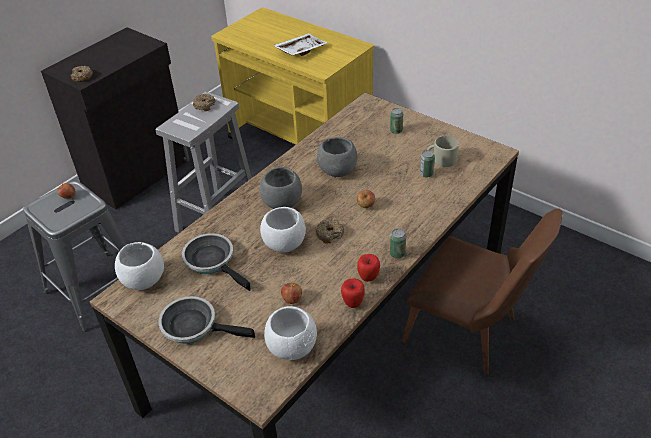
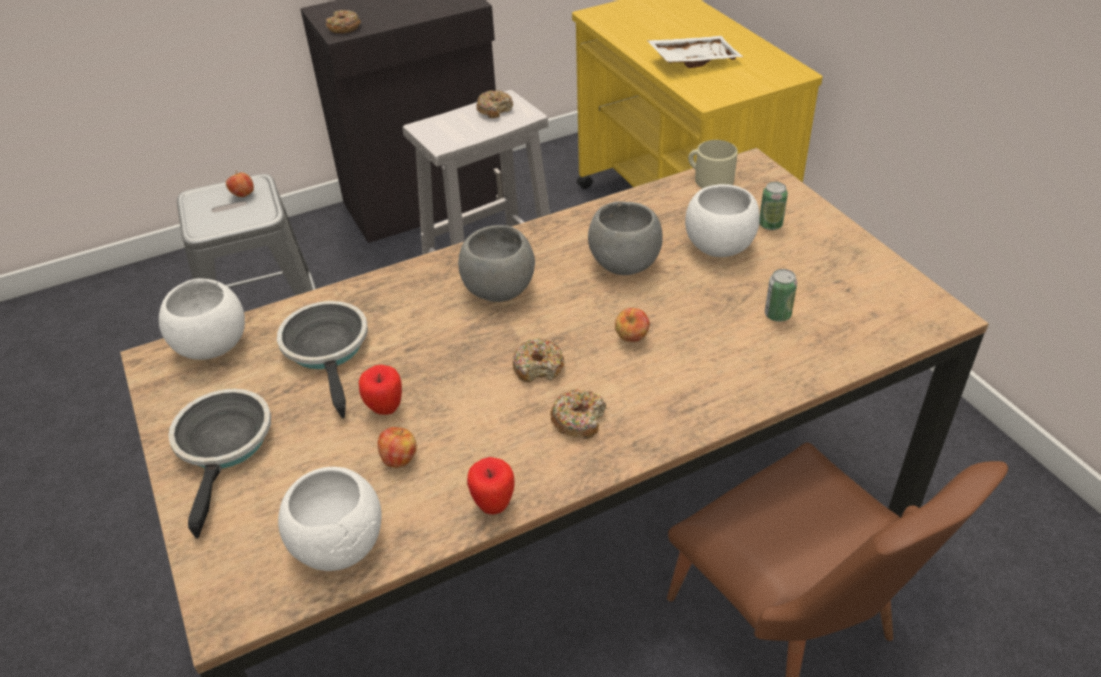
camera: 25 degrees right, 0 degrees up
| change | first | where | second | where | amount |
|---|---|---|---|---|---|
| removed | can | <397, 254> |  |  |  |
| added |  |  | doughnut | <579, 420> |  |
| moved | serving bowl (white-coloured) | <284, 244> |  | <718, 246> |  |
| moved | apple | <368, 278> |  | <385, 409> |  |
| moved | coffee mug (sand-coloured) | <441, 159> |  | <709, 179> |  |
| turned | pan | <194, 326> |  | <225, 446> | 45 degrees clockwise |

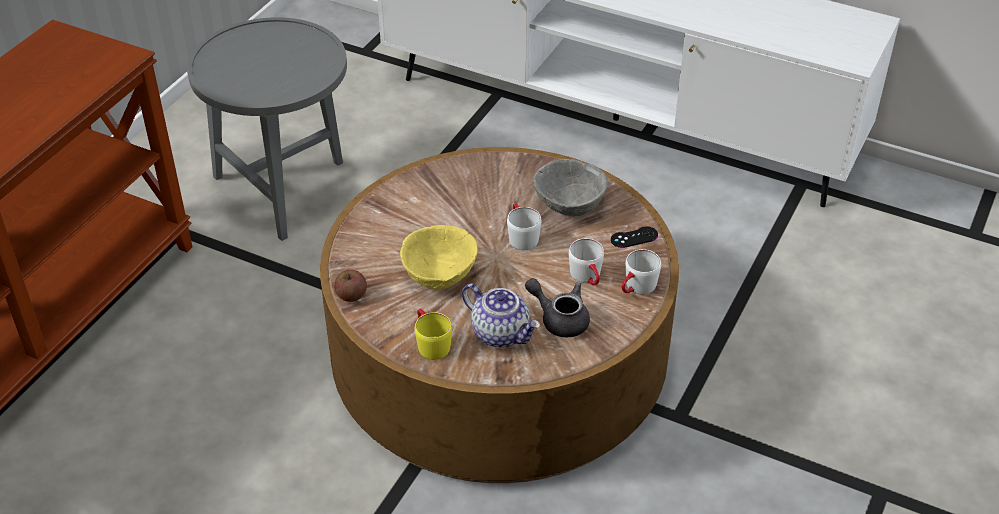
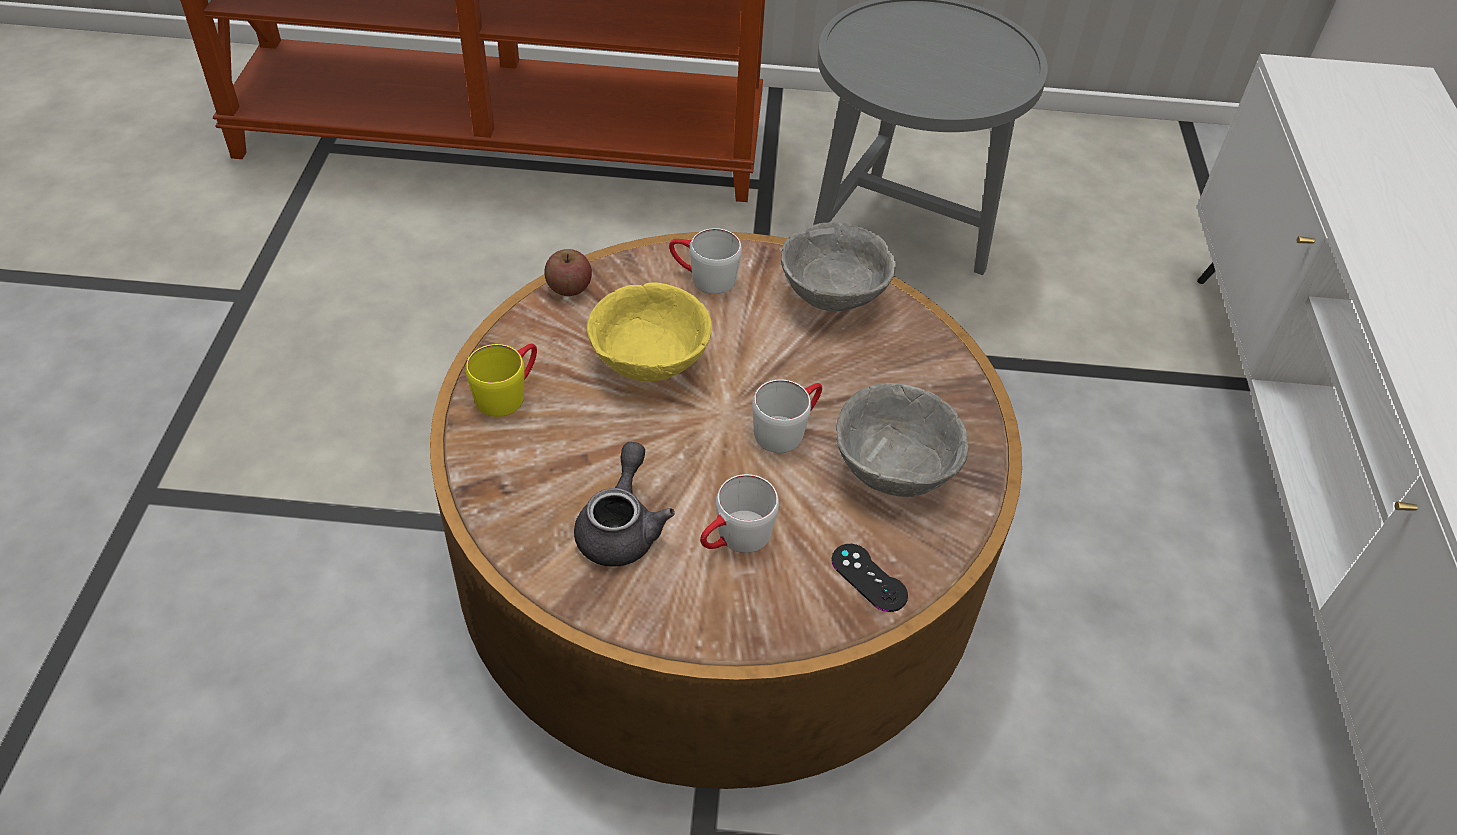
camera: 65 degrees right, 5 degrees up
| change | first | where | second | where | amount |
|---|---|---|---|---|---|
| removed | tea pot | <501, 333> |  |  |  |
| added |  |  | serving bowl (gray) | <831, 297> |  |
| moved | coffee mug (white-coloured) | <636, 288> |  | <703, 277> |  |

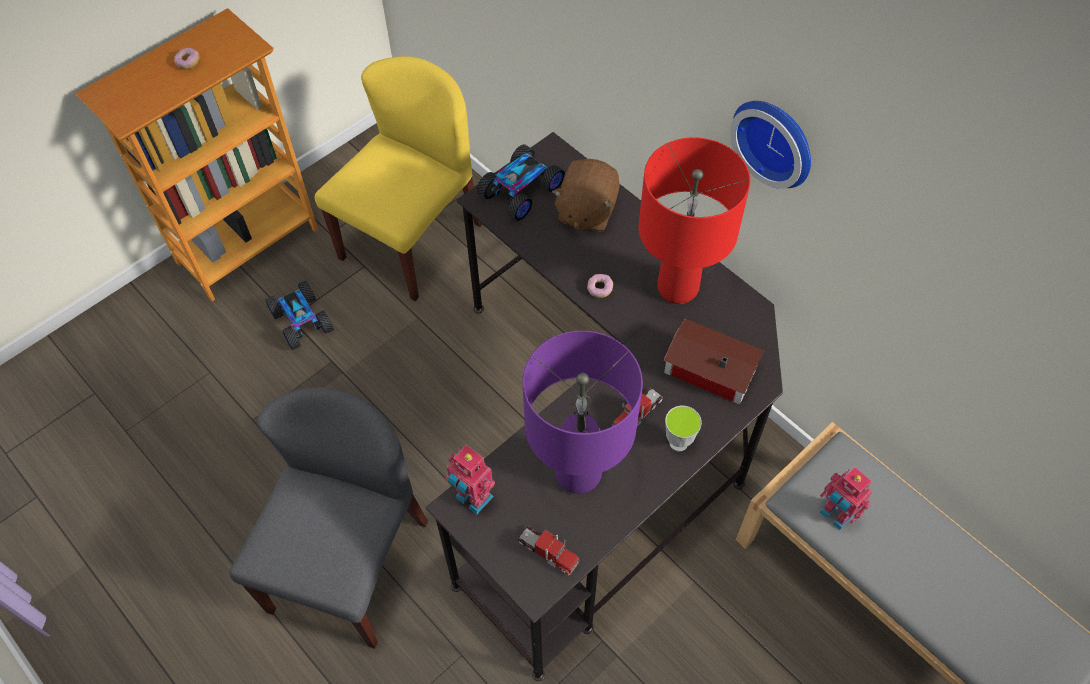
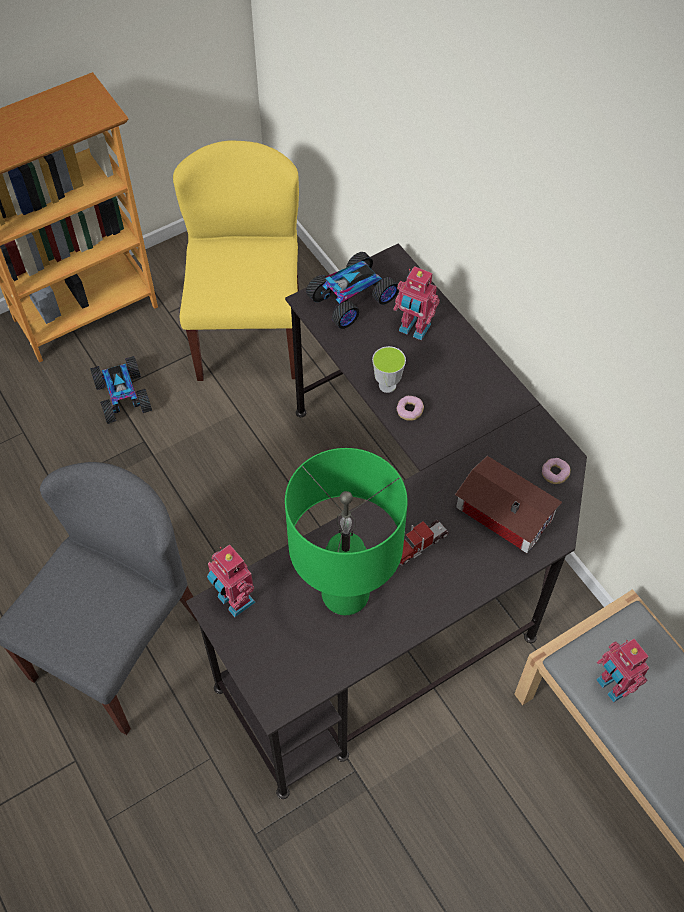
camera: 10 degrees right, 0 degrees up
| change | first | where | second | where | amount |
|---|---|---|---|---|---|
| removed | toy lorry | <548, 552> |  |  |  |
| removed | lamp for a table (red) | <678, 289> |  |  |  |
| removed | clock on the wall | <776, 140> |  |  |  |
| moved | doughnut | <188, 63> |  | <554, 474> |  |
| moved | cup | <678, 443> |  | <387, 385> |  |
| replaced | plush toy (brown) | <586, 211> | robot figure | <413, 329> |  |
| recoloured | lamp for a table (purple) | <577, 474> | lamp for a table (green-coloured) | <344, 595> |  |
| turned | upright chair (yellowish) | <411, 240> |  | <248, 332> | 45 degrees counterclockwise |

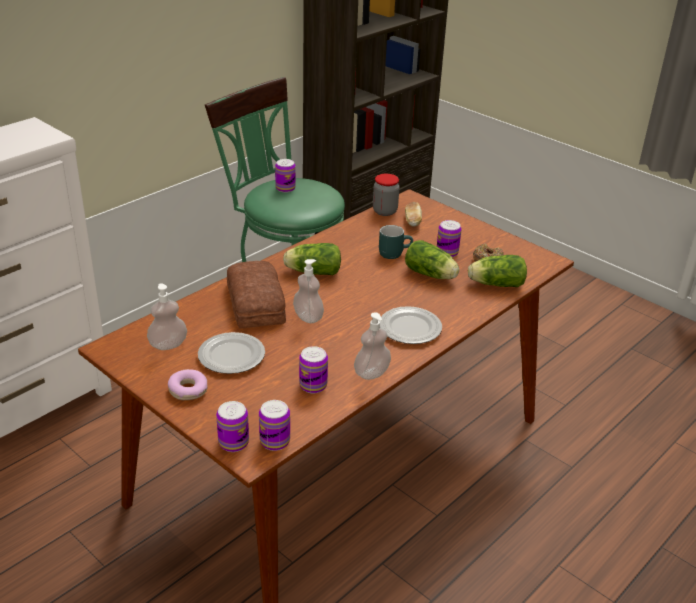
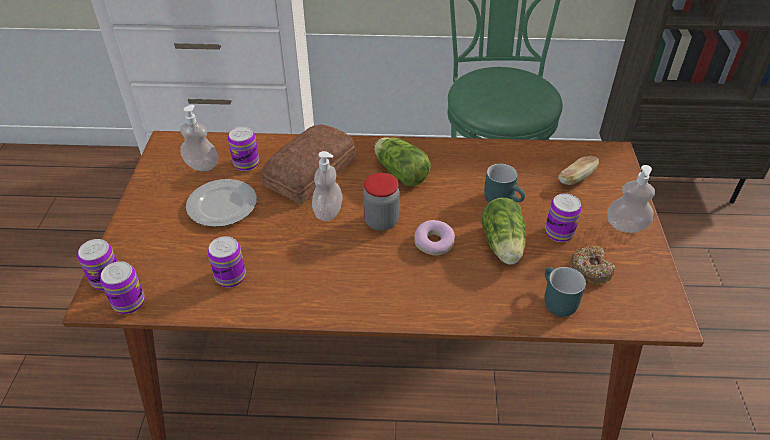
camera: 50 degrees right, 10 degrees up
| change | first | where | second | where | amount |
|---|---|---|---|---|---|
| removed | plate | <409, 329> |  |  |  |
| moved | doughnut | <188, 390> |  | <433, 243> |  |
| moved | can | <285, 188> |  | <246, 163> |  |
| moved | liquid soap bottle | <371, 373> |  | <625, 226> |  |
| moved | preserve jar | <385, 211> |  | <381, 221> |  |
| replaced | lettuce | <494, 284> | coffee mug (turquoise) | <554, 301> |  |

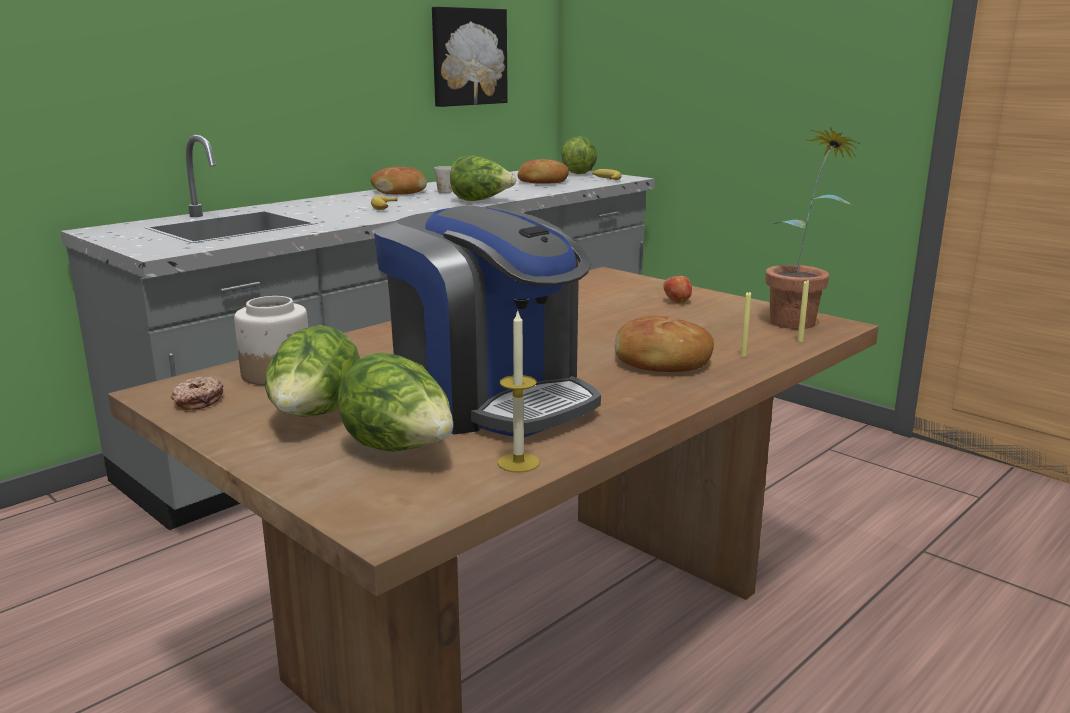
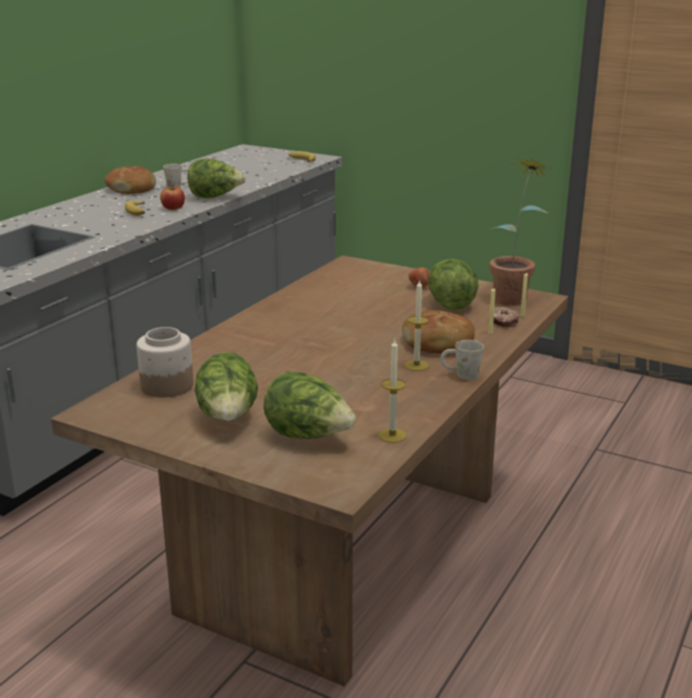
camera: 15 degrees left, 5 degrees up
| change | first | where | second | where | amount |
|---|---|---|---|---|---|
| removed | coffee brewer | <489, 398> |  |  |  |
| removed | picture | <468, 57> |  |  |  |
| removed | bread | <542, 181> |  |  |  |
| added |  |  | apple | <173, 208> |  |
| added |  |  | candle | <416, 365> |  |
| added |  |  | coffee mug (white-coloured) | <460, 375> |  |
| moved | doughnut | <197, 401> |  | <503, 322> |  |
| moved | lettuce | <578, 173> |  | <450, 304> |  |

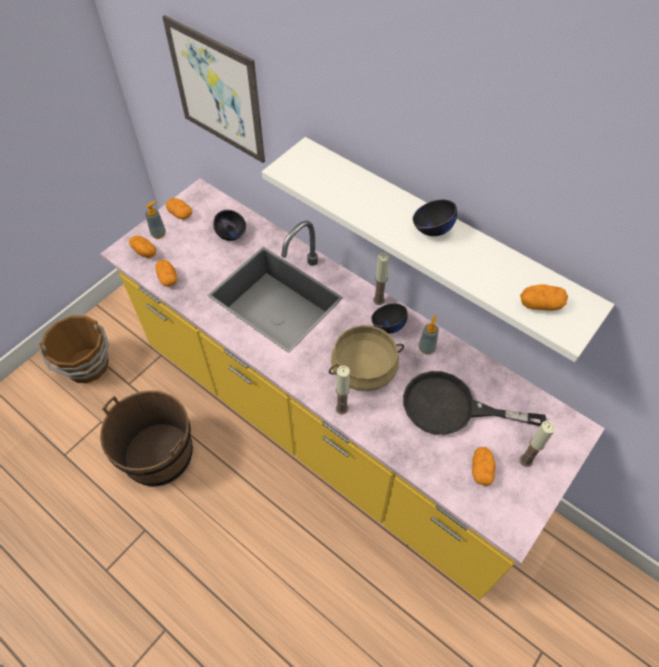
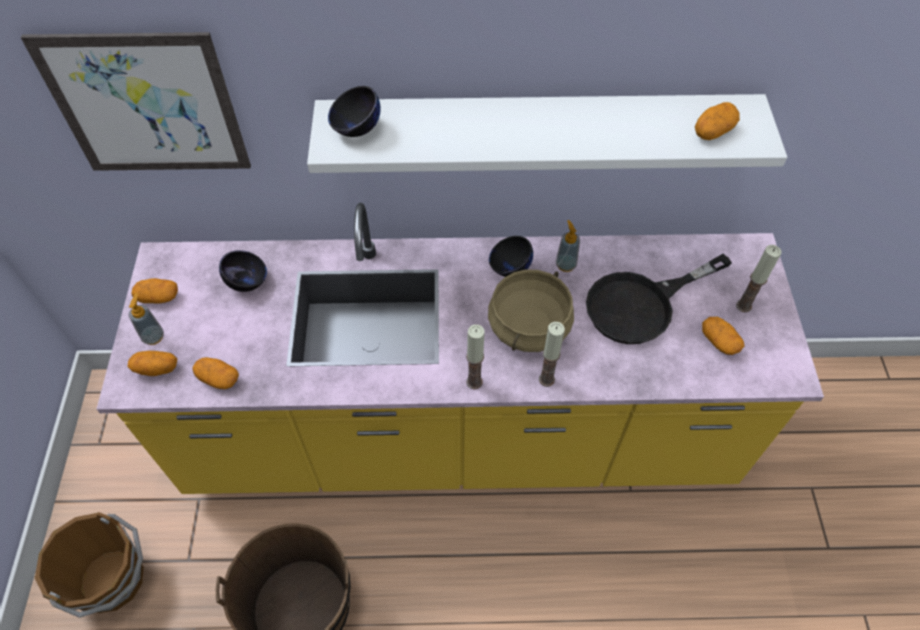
camera: 40 degrees left, 0 degrees up
| change | first | where | second | where | amount |
|---|---|---|---|---|---|
| moved | candle | <378, 300> |  | <474, 382> |  |
| moved | serving bowl (blackish) | <432, 229> |  | <356, 129> |  |

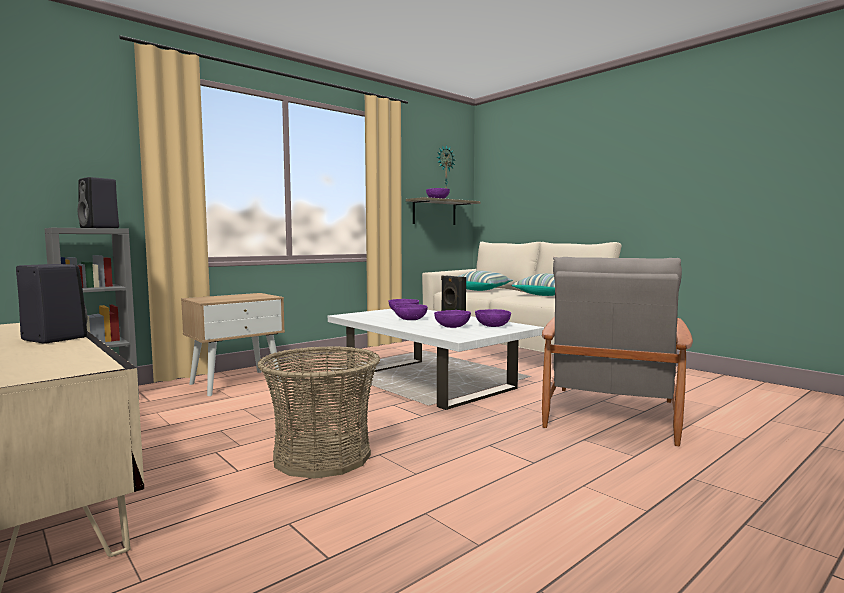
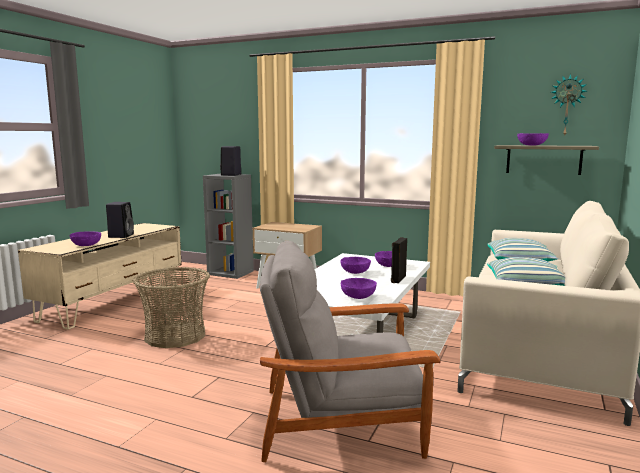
camera: 65 degrees right, 5 degrees up
| change | first | where | second | where | amount |
|---|---|---|---|---|---|
| moved | serving bowl (purple) | <452, 326> |  | <86, 245> |  |

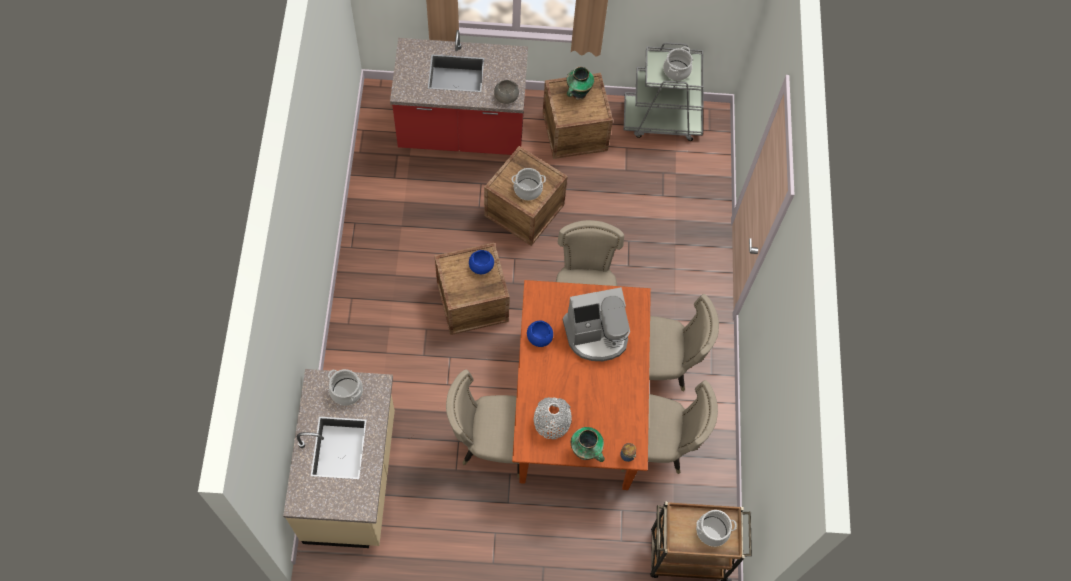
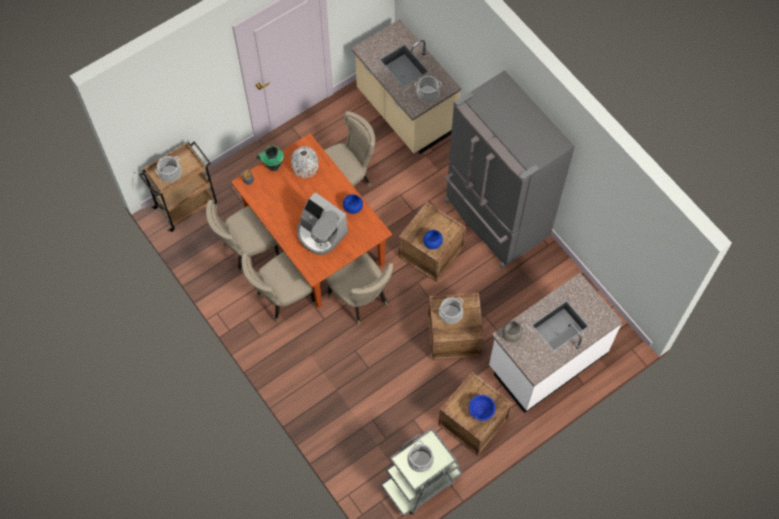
camera: 145 degrees right, 0 degrees up
| change | first | where | second | where | amount |
|---|---|---|---|---|---|
| added |  |  | kitchen fridge (gray) | <494, 220> |  |
| replaced | flower vase | <578, 94> | serving bowl (blue) | <481, 411> |  |
| recoloured | counter (red) | <462, 131> | counter (white-coloured) | <546, 359> |  |
| turned | coffee brewer | <596, 334> |  | <321, 233> | 90 degrees counterclockwise |

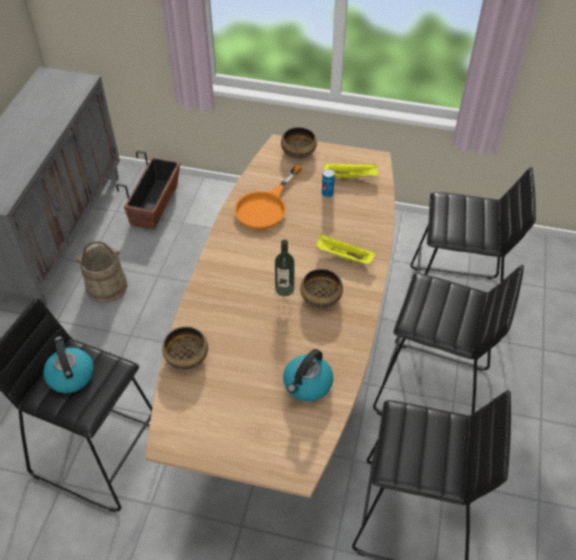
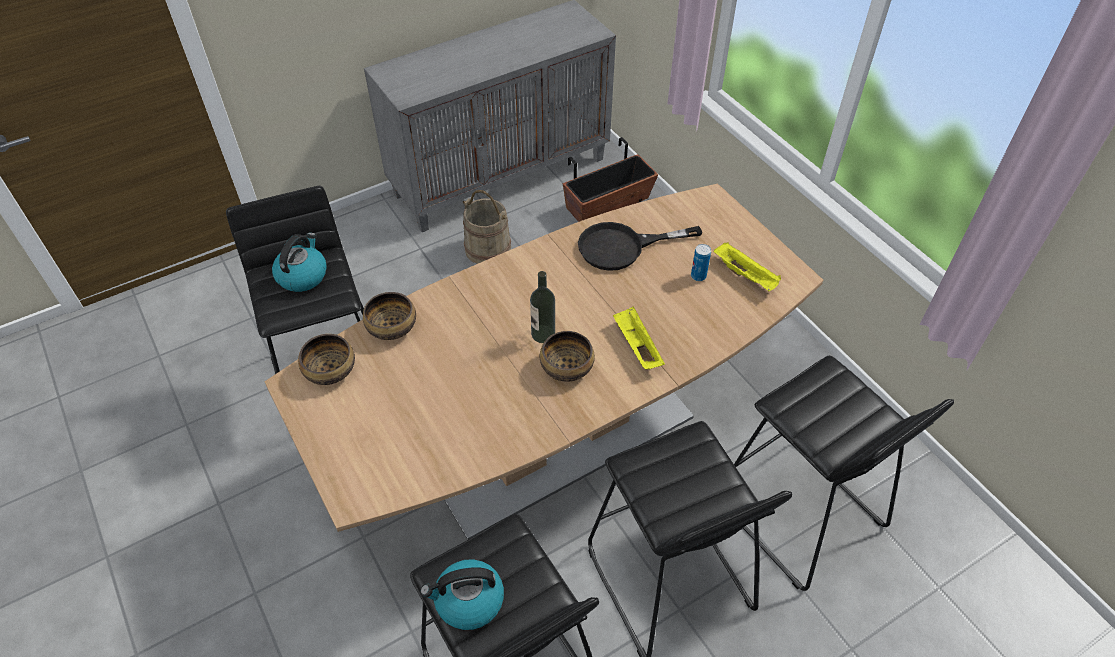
camera: 45 degrees right, 0 degrees up
| change | first | where | second | where | amount |
|---|---|---|---|---|---|
| moved | serving bowl | <298, 151> |  | <330, 369> |  |
| moved | kettle | <307, 384> |  | <468, 601> |  |
| recoloured | pan (orange) | <266, 206> | pan (blackish) | <622, 247> |  |

